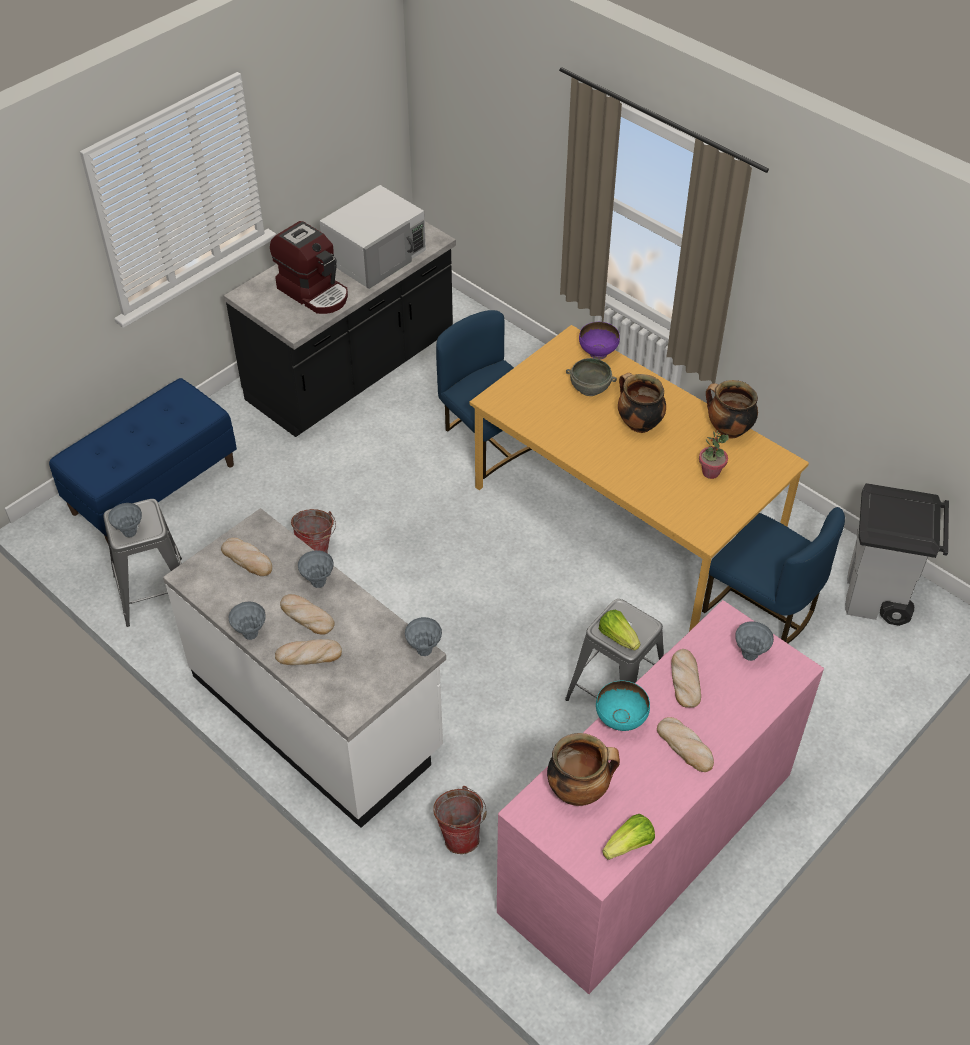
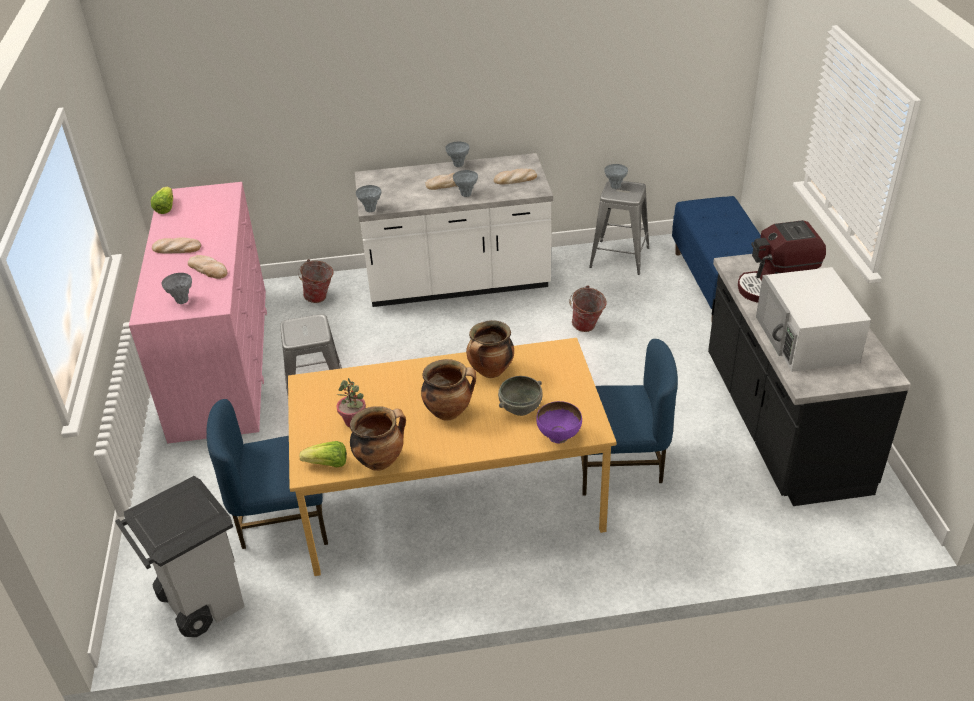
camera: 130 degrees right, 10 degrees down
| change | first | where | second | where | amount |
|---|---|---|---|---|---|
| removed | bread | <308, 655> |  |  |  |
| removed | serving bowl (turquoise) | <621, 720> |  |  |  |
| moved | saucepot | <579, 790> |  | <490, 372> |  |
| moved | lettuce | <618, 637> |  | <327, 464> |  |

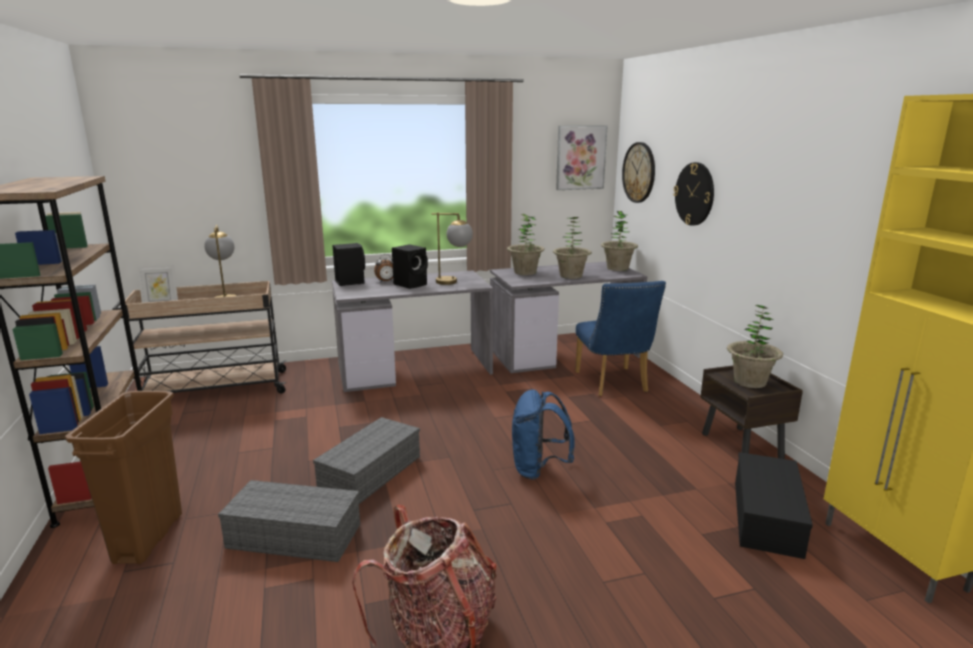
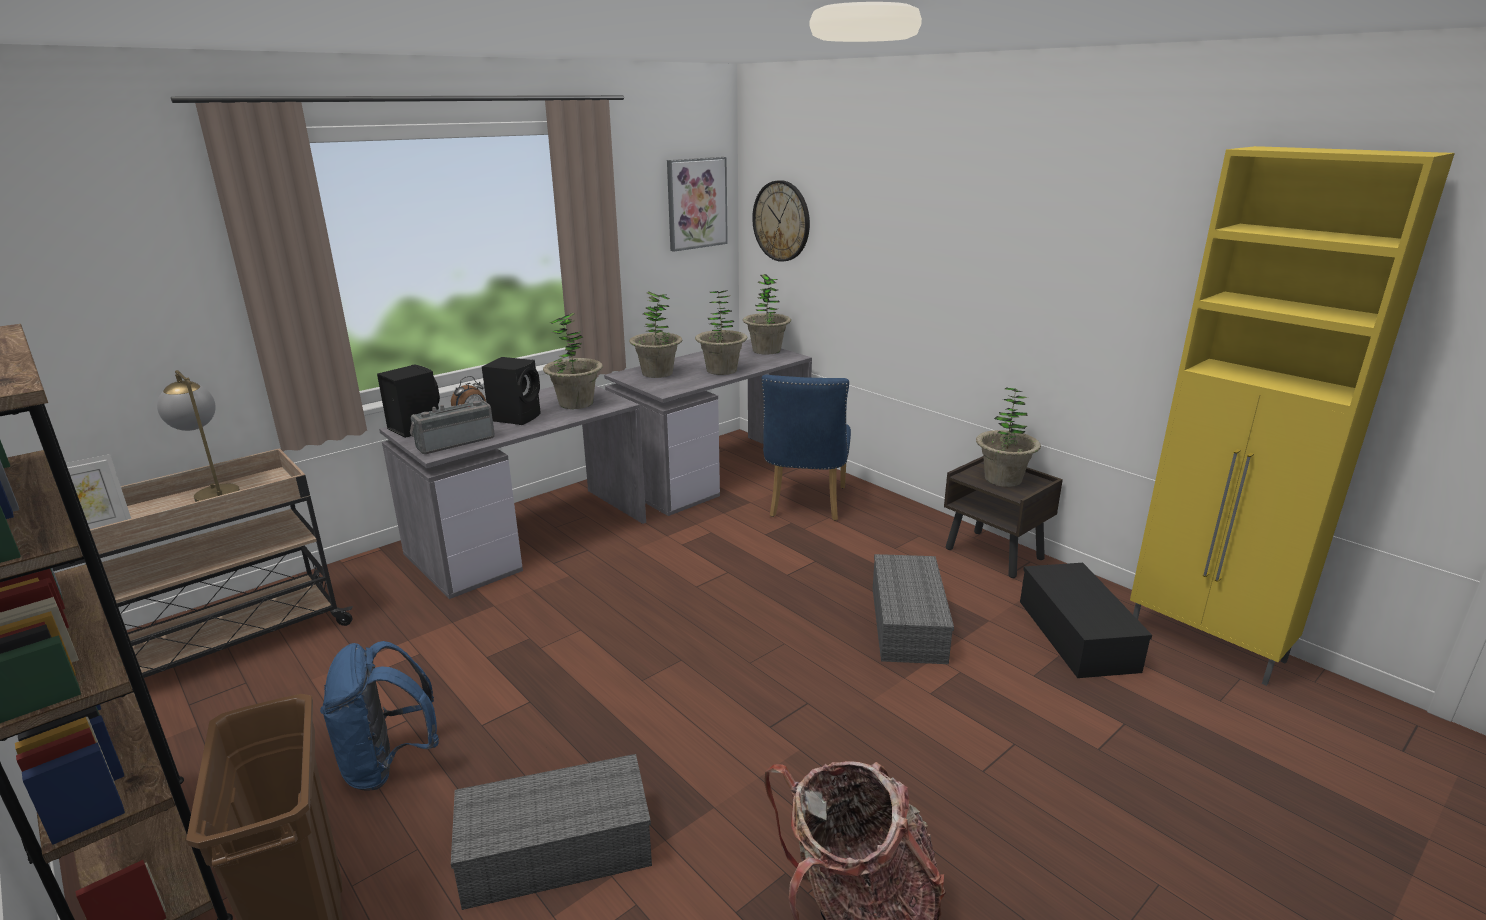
camera: 25 degrees left, 5 degrees up
| change | first | where | second | where | amount |
|---|---|---|---|---|---|
| removed | clock on the wall | <694, 194> |  |  |  |
| added |  |  | radio receiver | <455, 442> |  |
| moved | storage box (gray) | <371, 472> |  | <906, 622> |  |
| moved | backpack (blue) | <538, 469> |  | <388, 764> |  |
| replaced | lamp for a table | <454, 282> | potted plant | <576, 403> |  |
| turned | upright chair (blue) | <613, 384> |  | <805, 505> | 45 degrees clockwise |

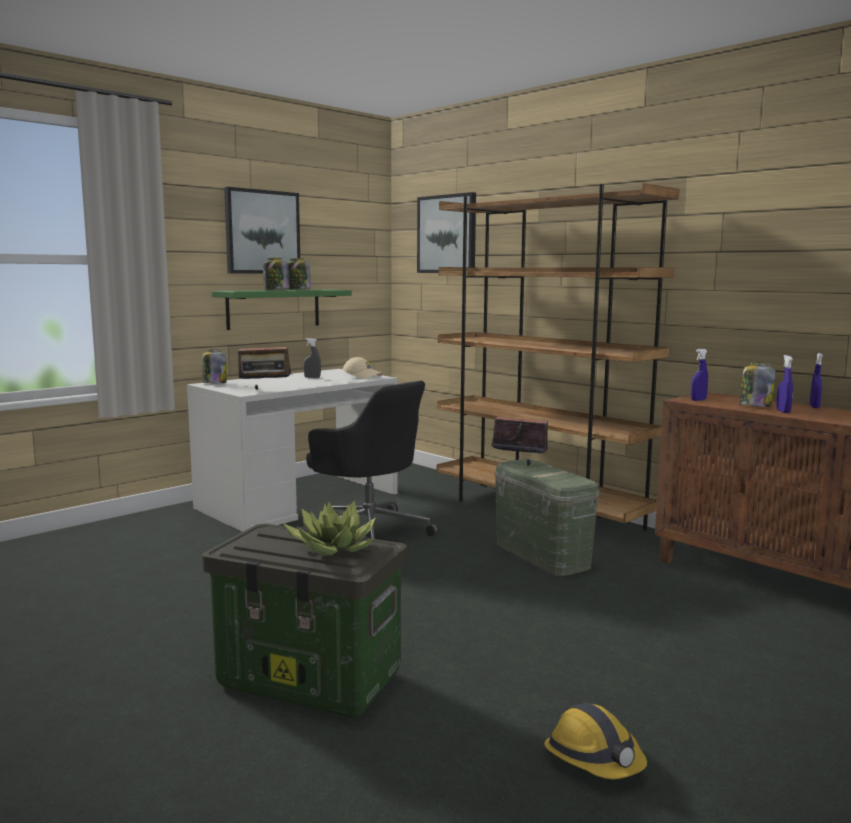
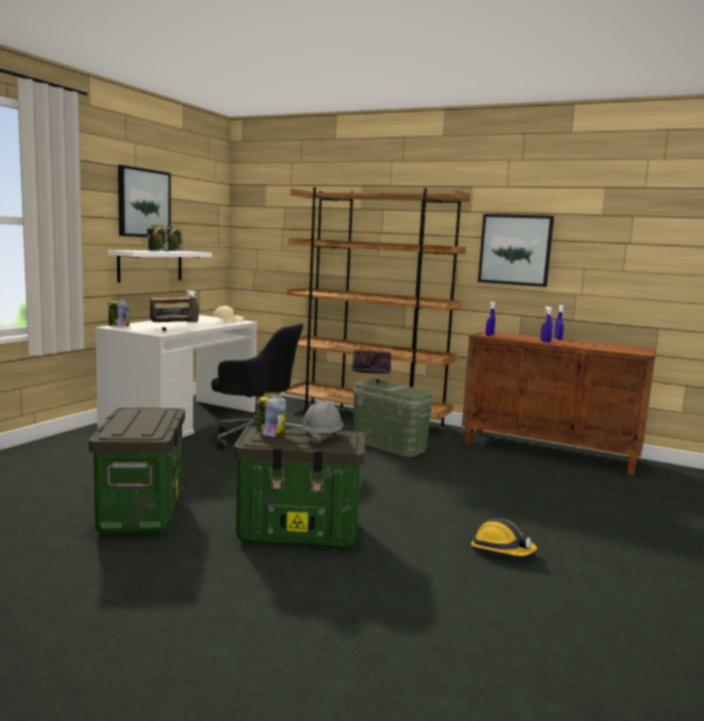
camera: 20 degrees left, 0 degrees up
| change | first | where | second | where | amount |
|---|---|---|---|---|---|
| added |  |  | storage box | <141, 512> |  |
| moved | picture | <447, 234> |  | <515, 250> |  |
| moved | preserve jar | <754, 406> |  | <270, 433> |  |
| replaced | potted plant | <332, 548> | hard hat (gray) | <322, 436> |  |
| recoloured | bracket shelf (green-coloured) | <273, 308> | bracket shelf (white-coloured) | <150, 266> |  |

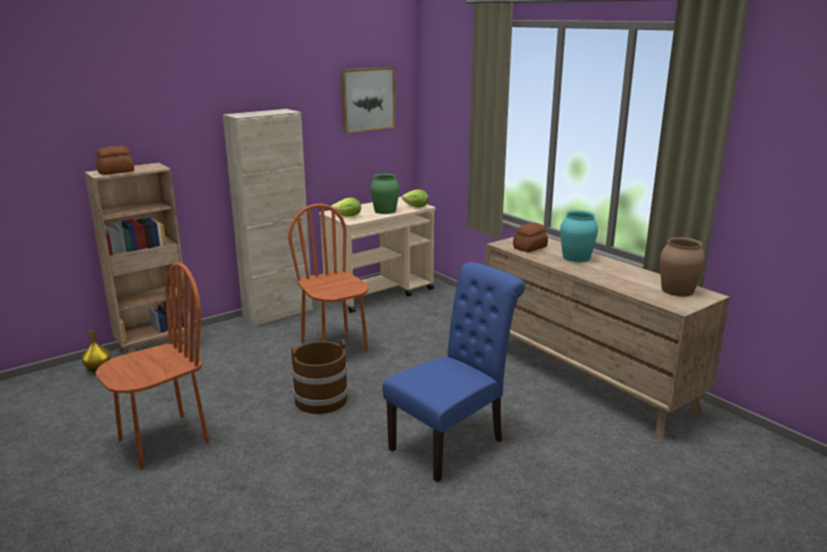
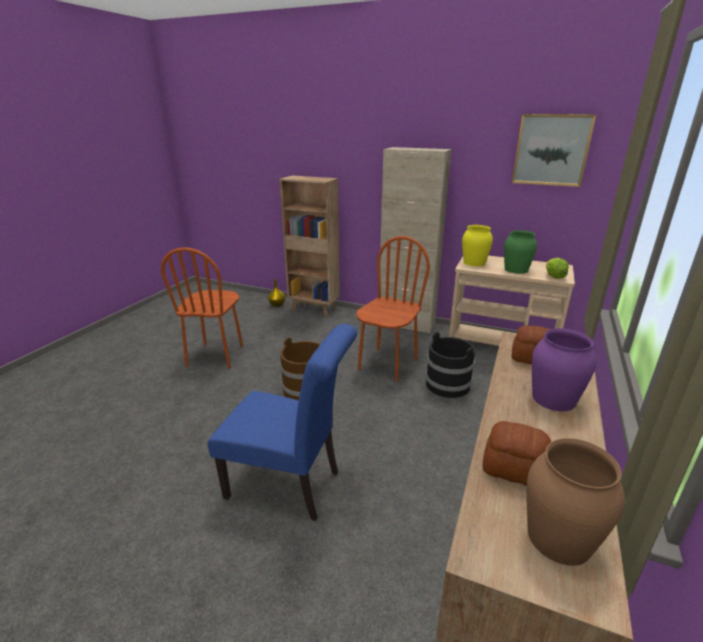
camera: 60 degrees right, 5 degrees up
| change | first | where | second | where | amount |
|---|---|---|---|---|---|
| added |  |  | bucket (blackish) | <448, 385> |  |
| moved | bread | <116, 172> |  | <514, 470> |  |
| replaced | lettuce | <348, 216> | flower vase (yellowish) | <474, 263> |  |
| recoloured | flower vase (turquoise) | <576, 257> | flower vase (purple) | <554, 399> |  |
| turned | upright chair (brown) | <163, 441> |  | <216, 355> | 75 degrees clockwise |

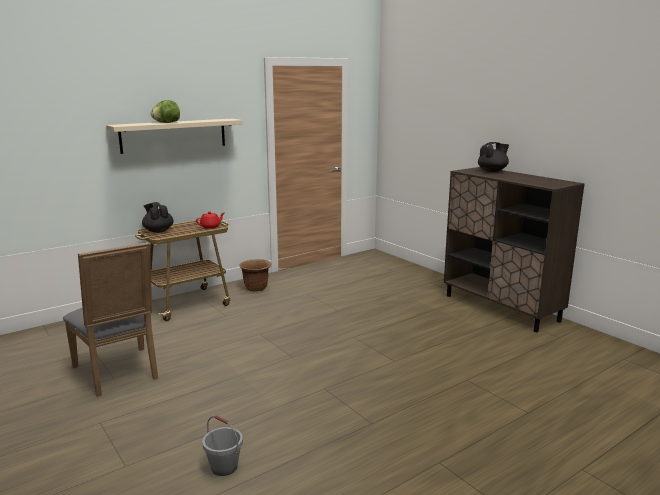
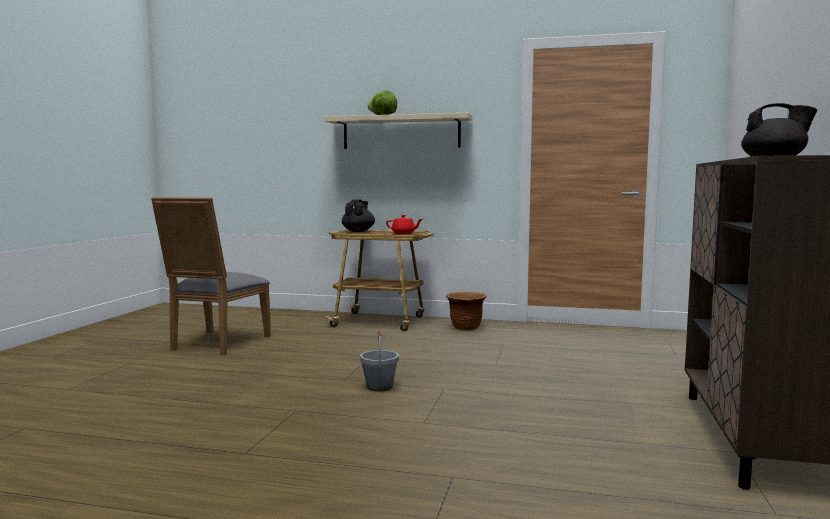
camera: 50 degrees right, 10 degrees down
| change | first | where | second | where | amount |
|---|---|---|---|---|---|
| moved | bucket (gray) | <224, 467> |  | <380, 387> |  |

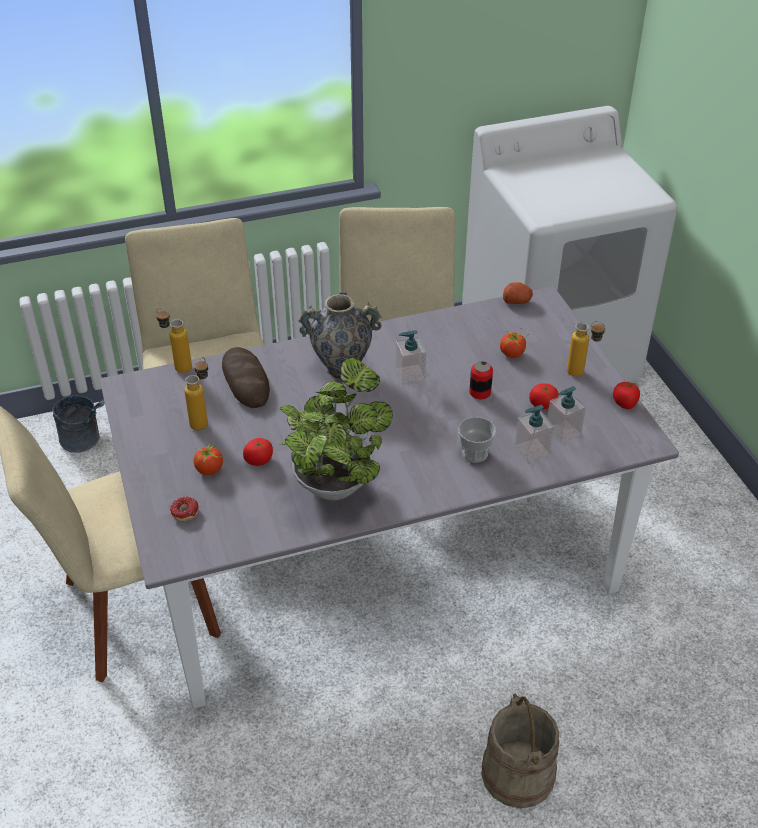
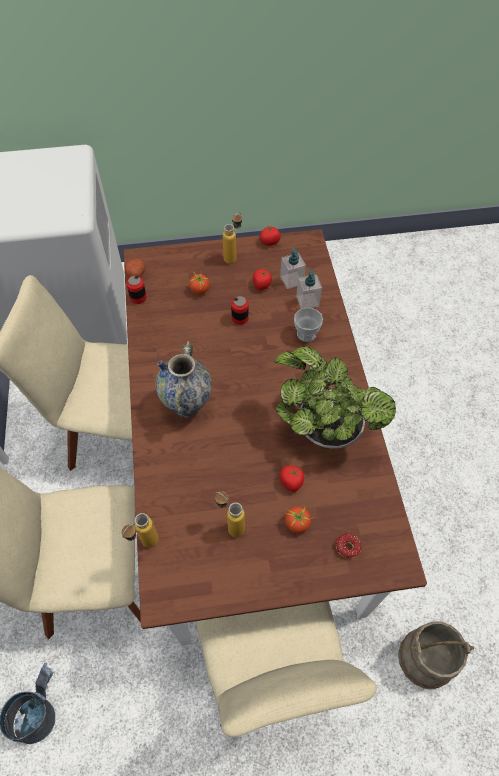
camera: 80 degrees left, 15 degrees up
| change | first | where | second | where | amount |
|---|---|---|---|---|---|
| removed | bread | <246, 381> |  |  |  |
| removed | liquid soap bottle | <410, 374> |  |  |  |
| added |  |  | can | <138, 298> |  |
| moved | bucket (sand-coloured) | <517, 774> |  | <425, 659> |  |
| recoloured | dining table (gray) | <379, 560> | dining table (brown) | <248, 467> |  |

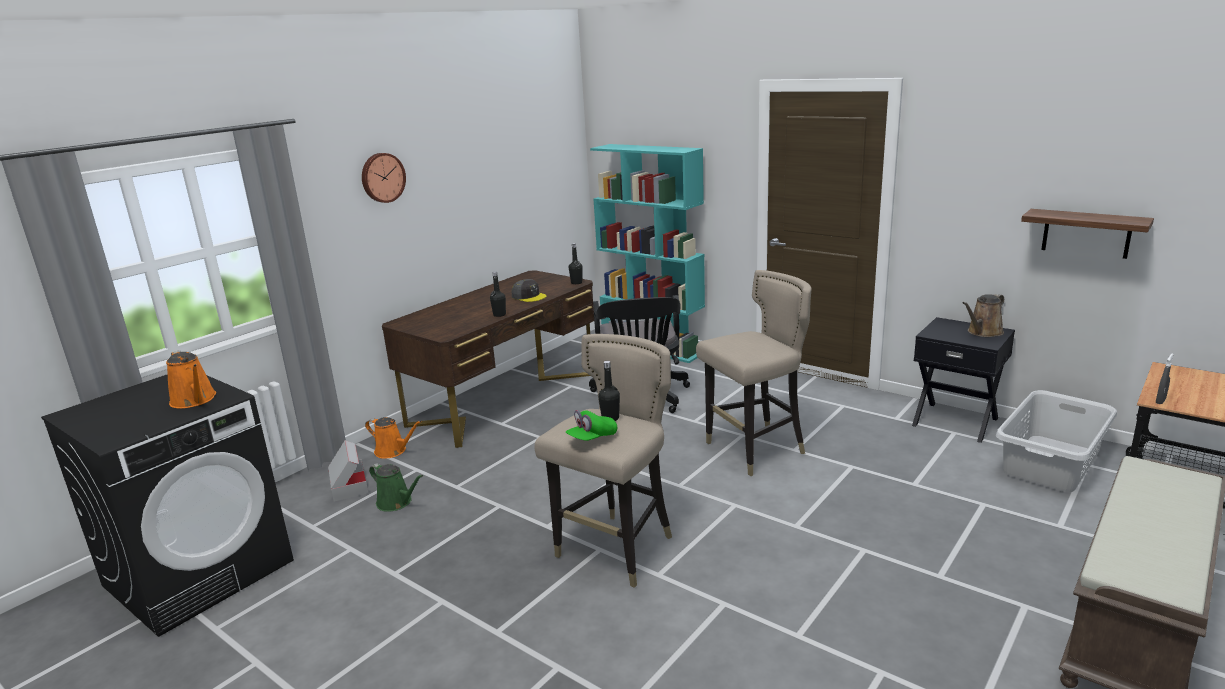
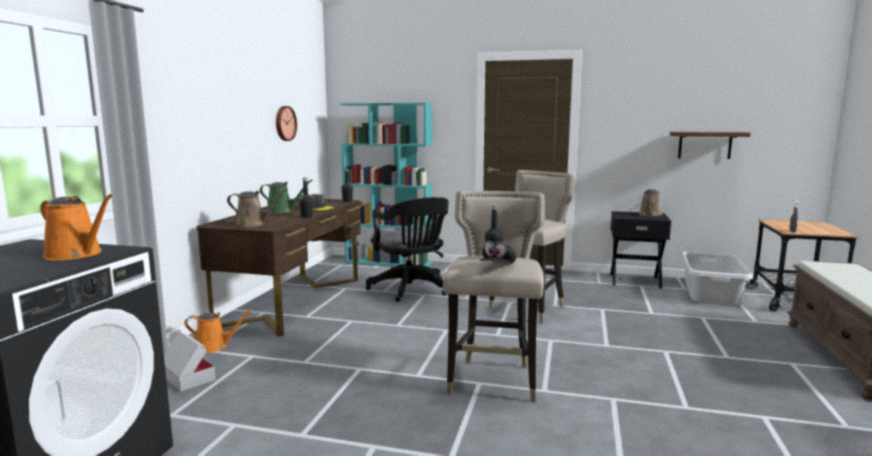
camera: 25 degrees left, 10 degrees down
| change | first | where | second | where | amount |
|---|---|---|---|---|---|
| added |  |  | watering can (brown) | <253, 224> |  |
| moved | clock on the wall | <382, 177> |  | <284, 123> |  |
| moved | watering can (green-coloured) | <396, 502> |  | <282, 211> |  |
| recoloured | cap (green-coloured) | <592, 438> | cap (blackish) | <497, 267> |  |

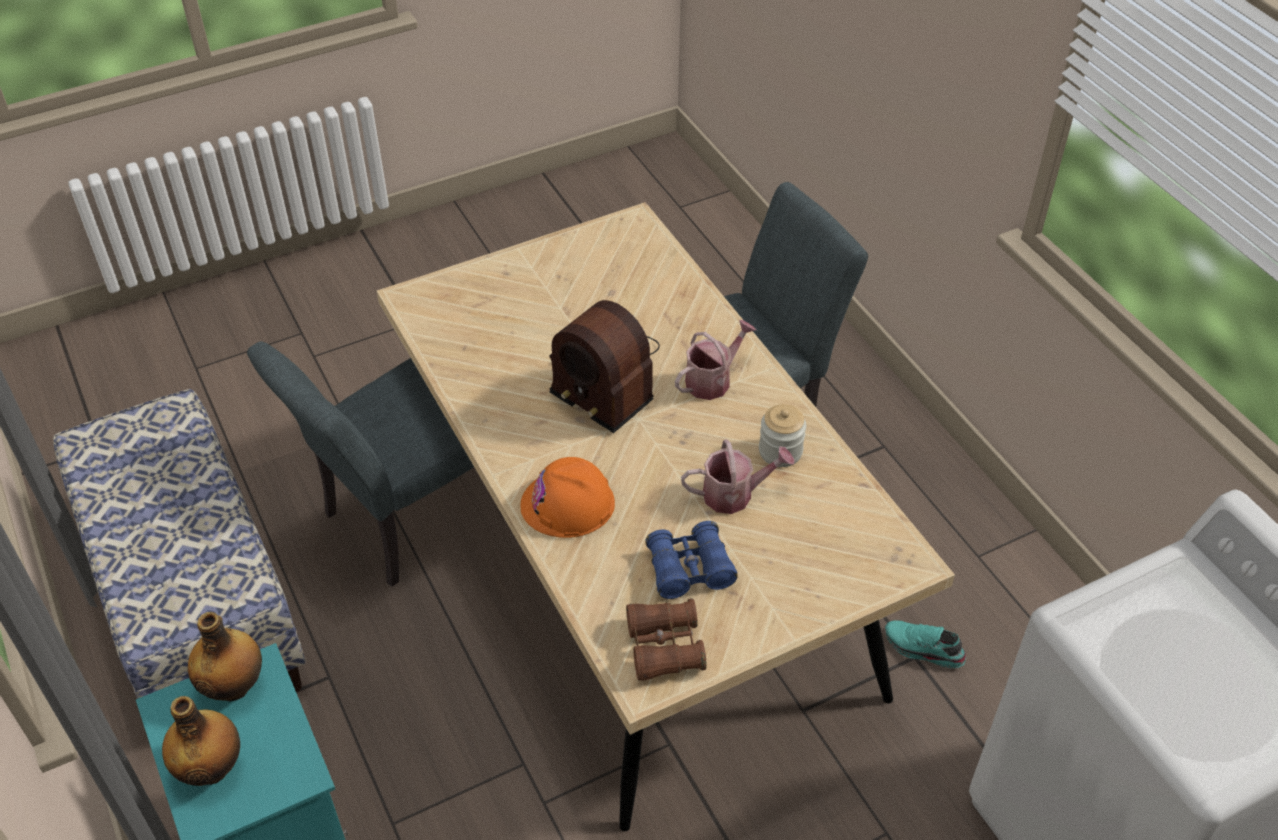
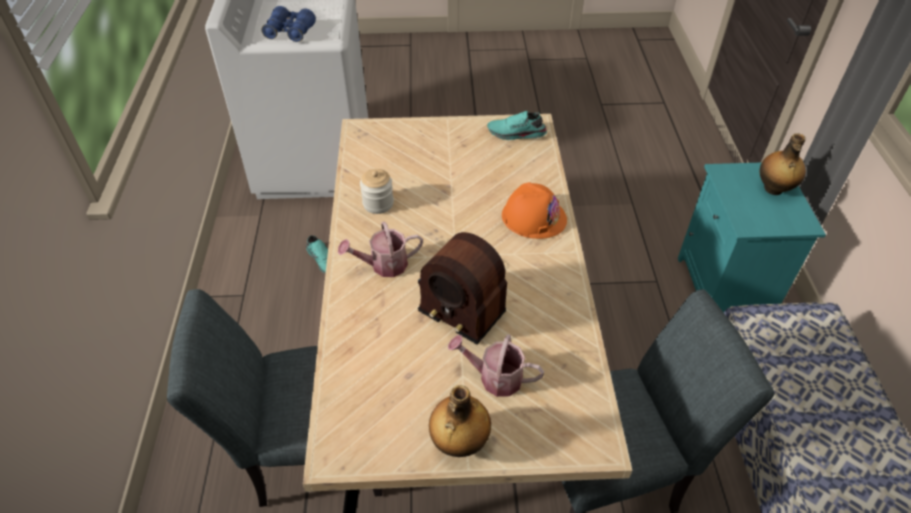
camera: 155 degrees left, 0 degrees up
| change | first | where | second | where | amount |
|---|---|---|---|---|---|
| moved | beverage bottle | <234, 685> |  | <459, 442> |  |
| moved | binoculars (blue) | <689, 569> |  | <290, 32> |  |
| moved | watering can | <734, 494> |  | <494, 377> |  |
| replaced | binoculars (brown) | <664, 647> | item of footwear (turquoise) | <516, 134> |  |
| turned | radio receiver | <604, 378> |  | <462, 294> | 150 degrees clockwise |

